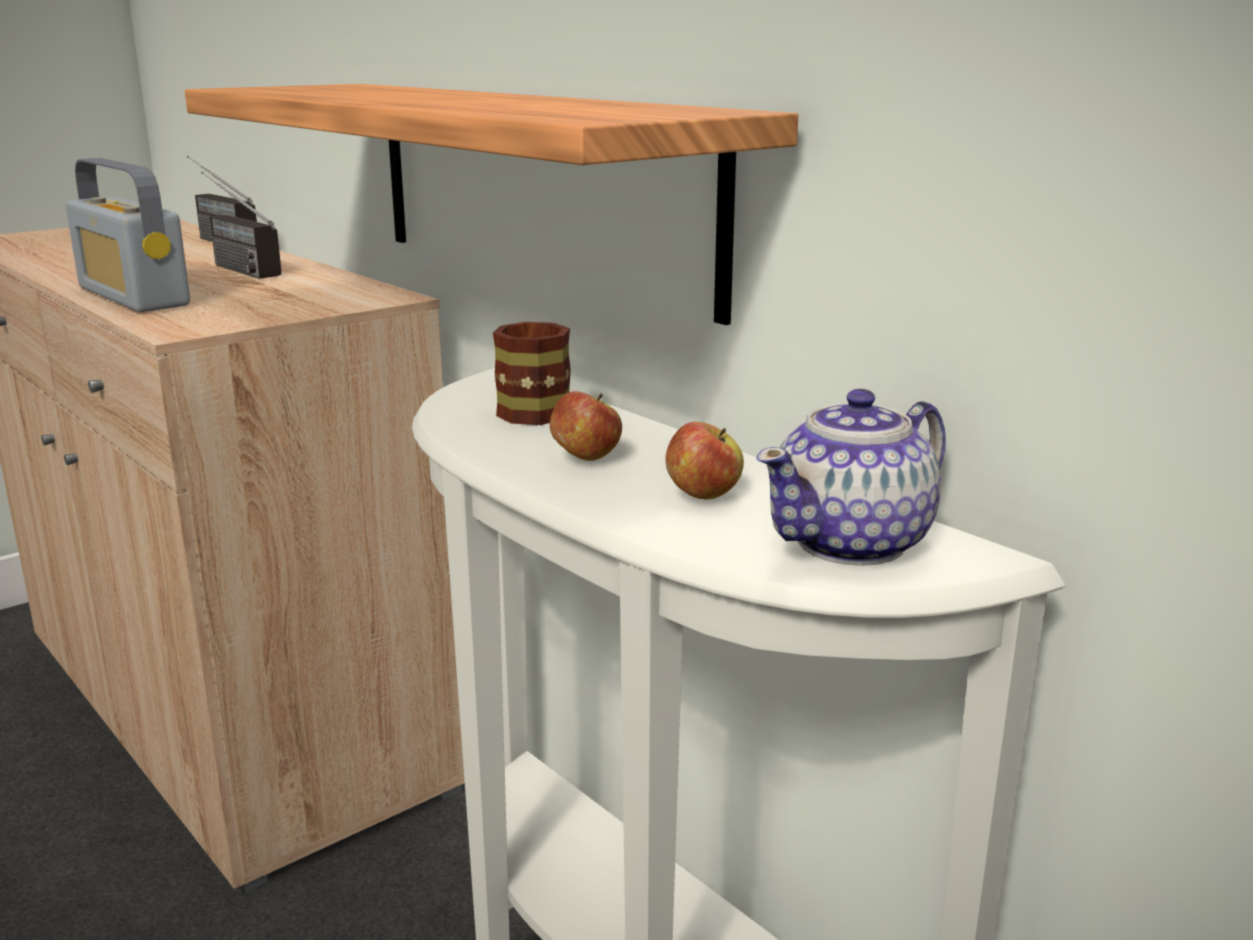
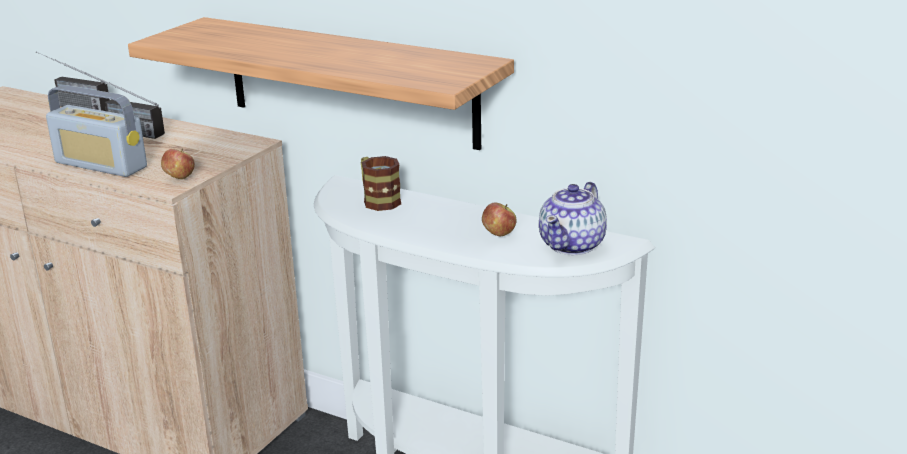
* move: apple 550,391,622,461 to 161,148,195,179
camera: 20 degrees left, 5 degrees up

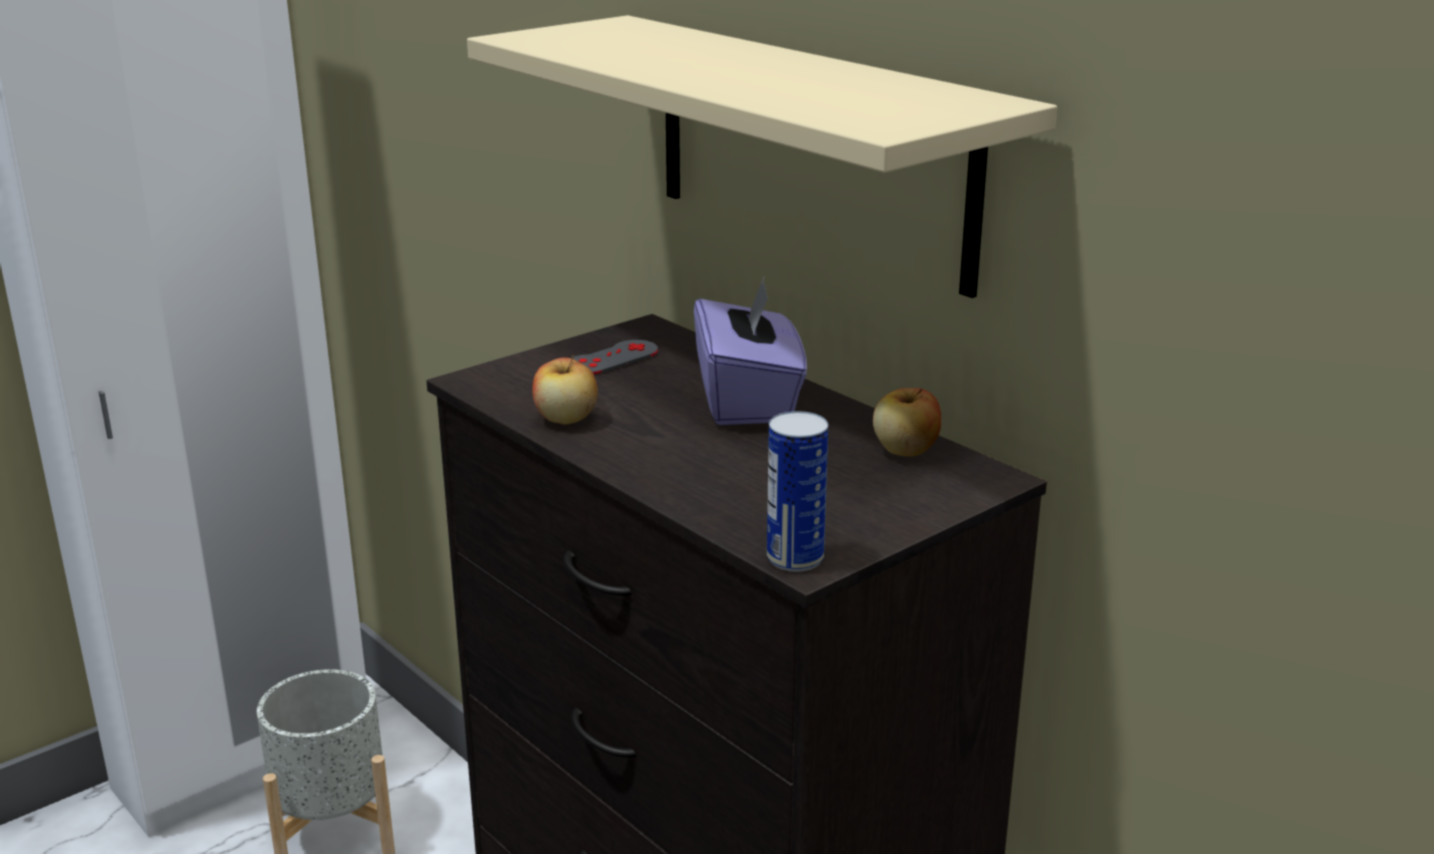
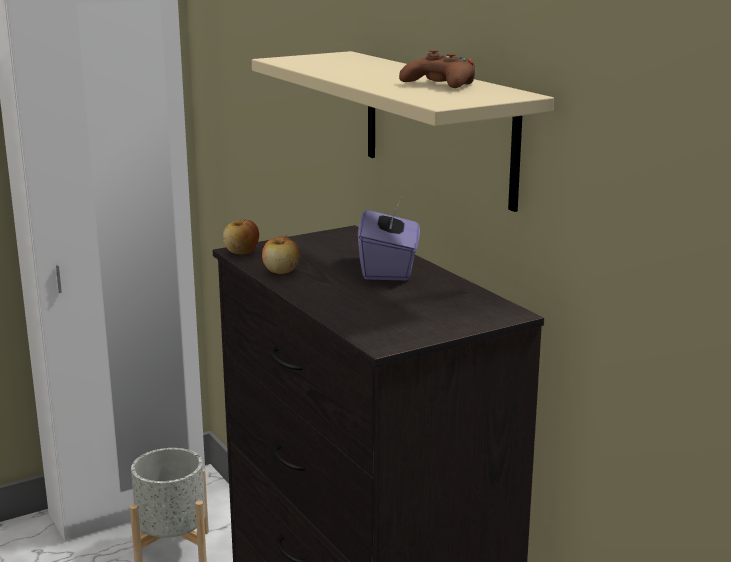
* delete: game controller (grey) 573,340,658,375
* delete: can 767,411,828,572
* move: apple 873,388,941,457 to 223,219,259,255
* insert: game controller (brown) 399,50,475,88
camera: 10 degrees right, 5 degrees down

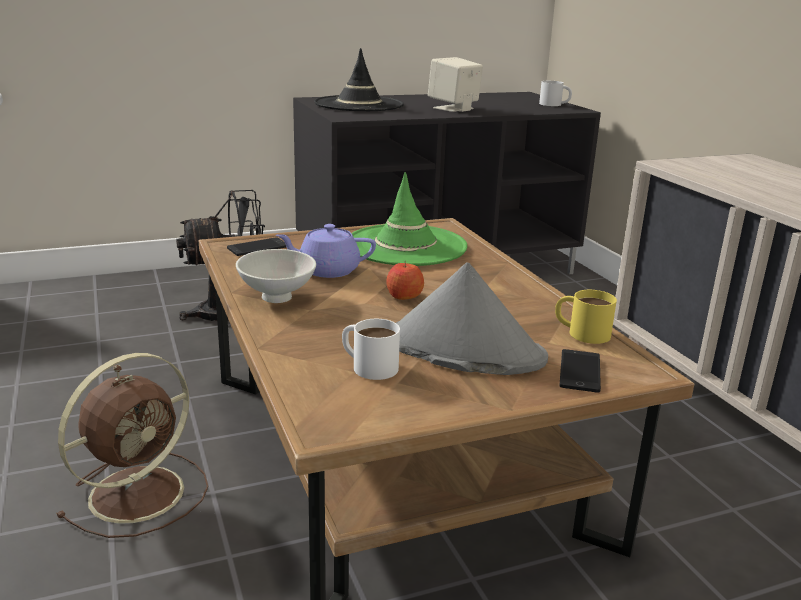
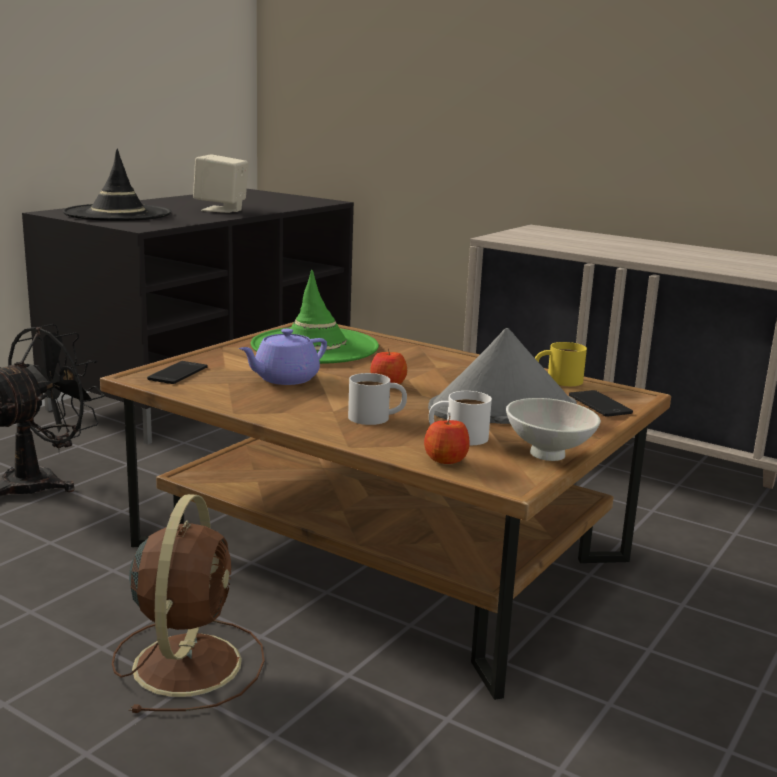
* move: bowl (white-coloured) 236,249,316,303 to 506,398,601,461
* move: coffee mug (white-coloured) 539,81,572,106 to 348,373,407,425
* insert: apple 424,416,470,464
camera: 35 degrees left, 5 degrees down

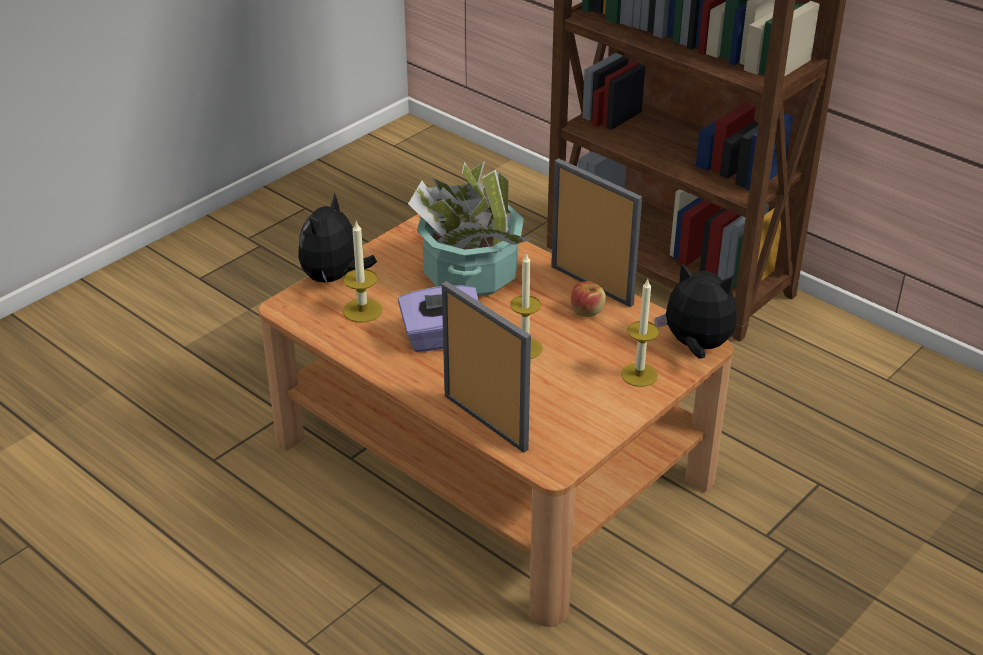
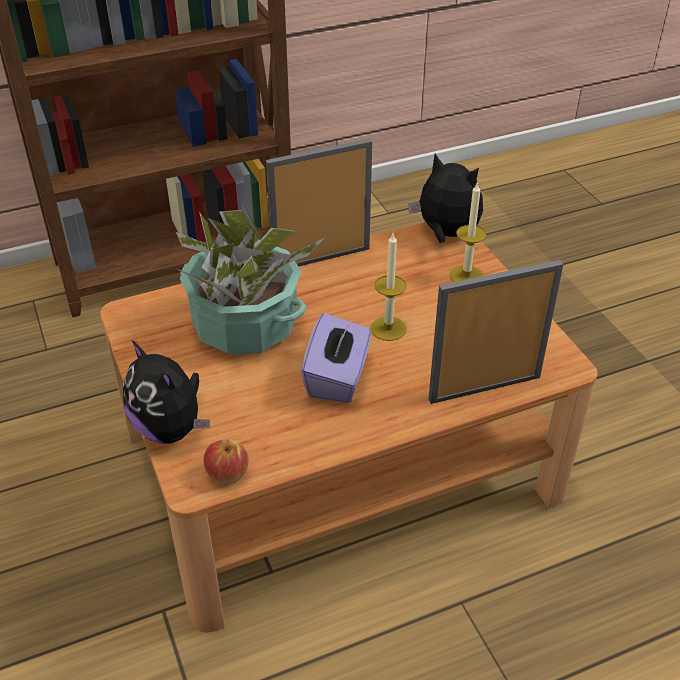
* delete: candle 343,220,382,323
* move: apple 571,281,606,317 to 203,439,249,485
* rotate: cuddly toy 654,262,737,359 = 408,153,483,243 75 degrees clockwise
camera: 65 degrees left, 5 degrees up

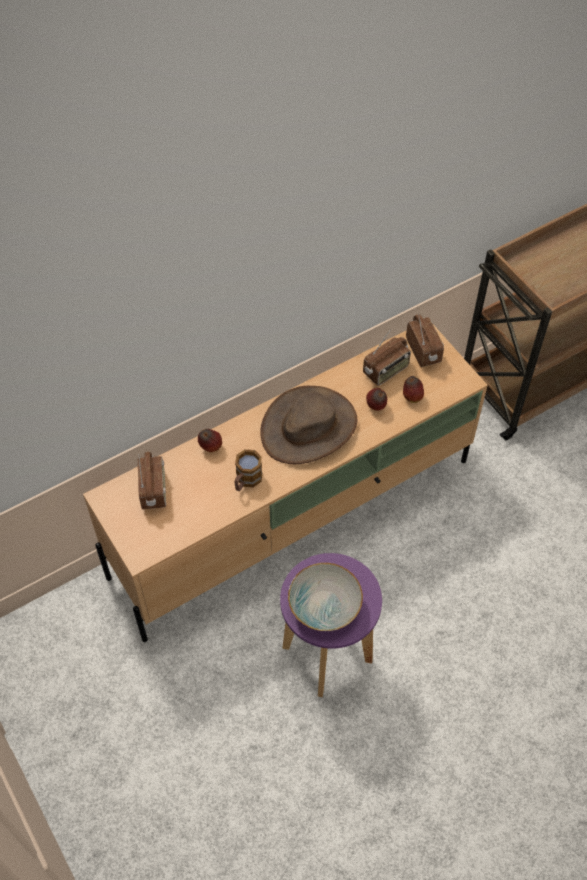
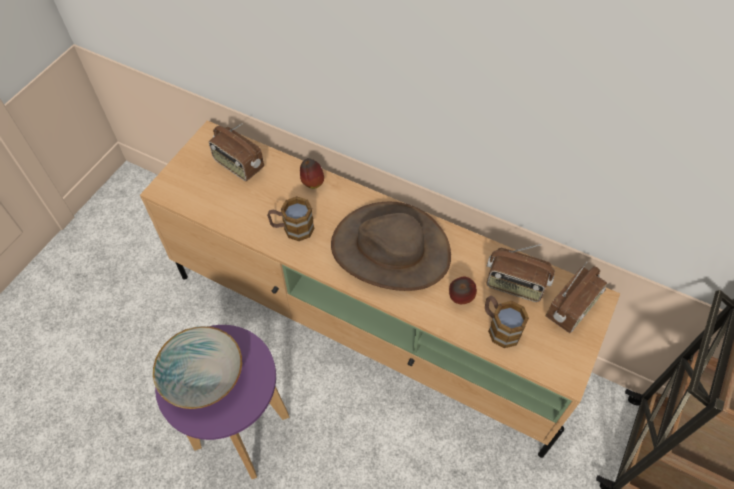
* rotate: radio 138,452,166,509 = 209,123,264,181 75 degrees clockwise
* replace: apple 403,376,424,403 to coffee mug 485,296,529,348
camera: 60 degrees right, 0 degrees up

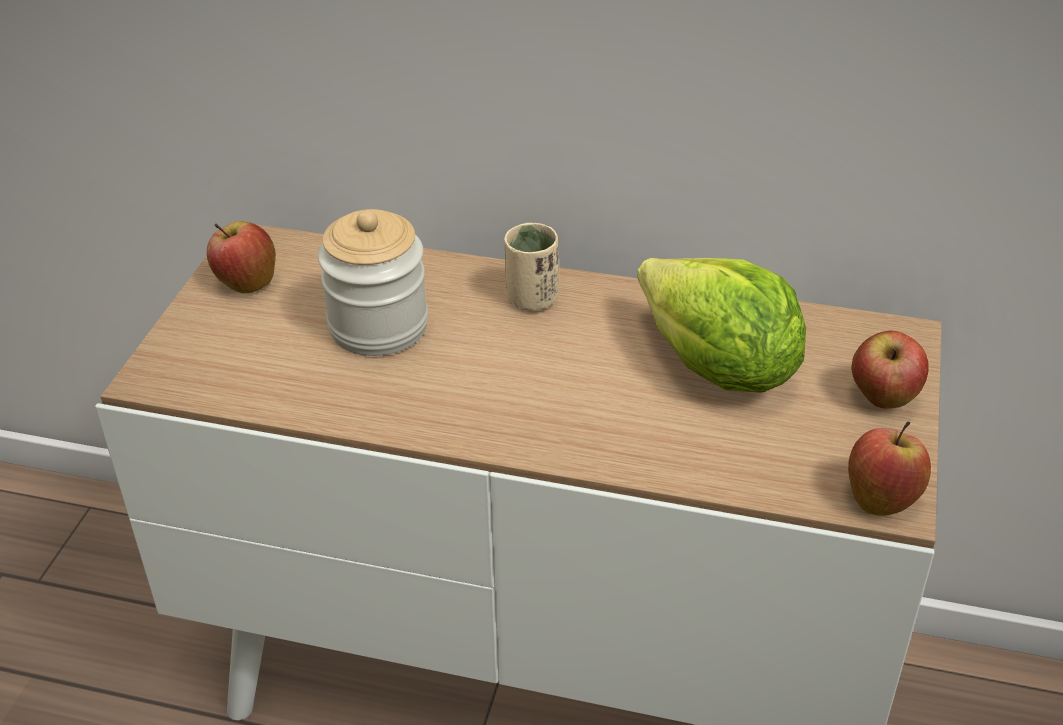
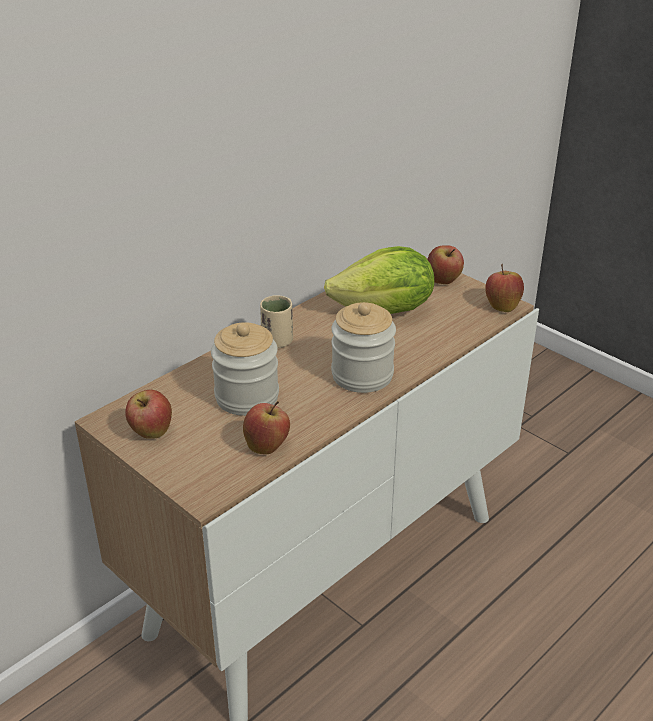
* insert: apple 243,401,290,454
* insert: preserve jar 331,302,396,393
camera: 60 degrees left, 5 degrees down

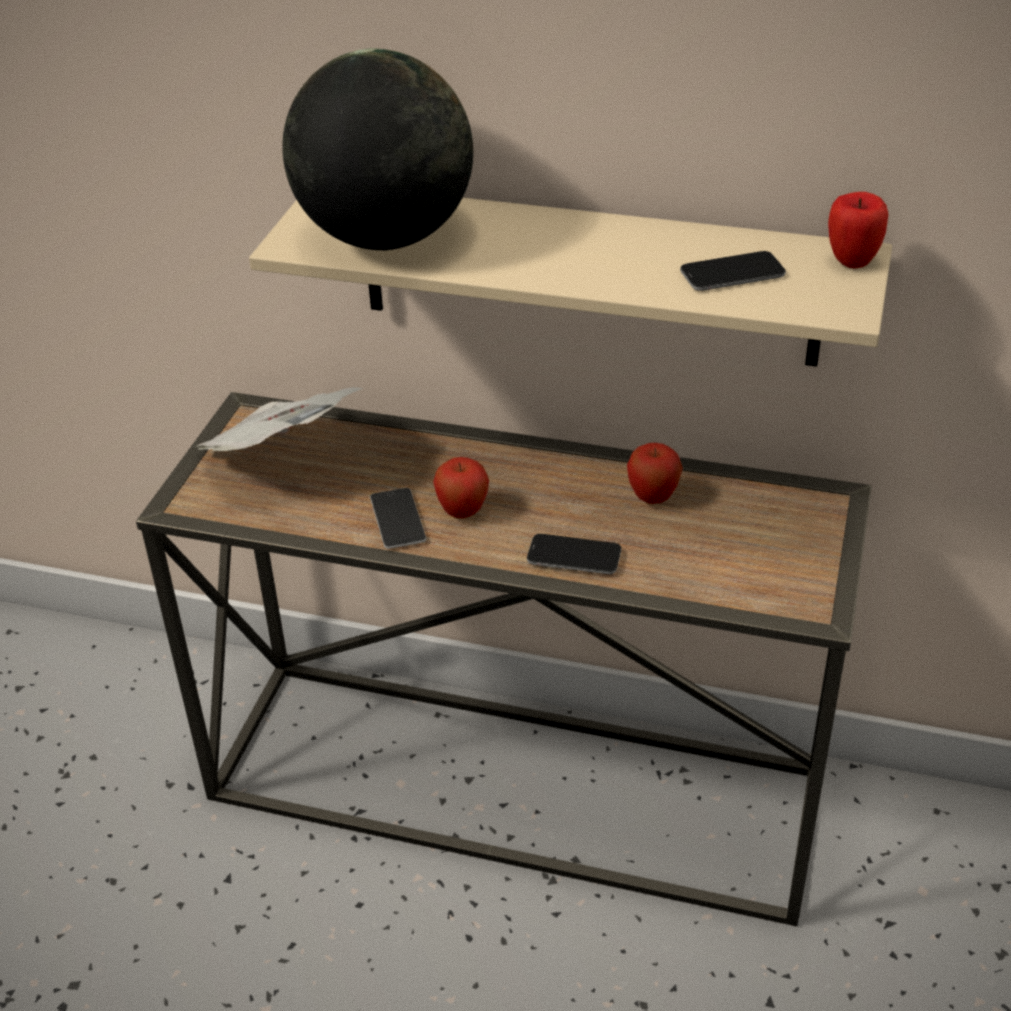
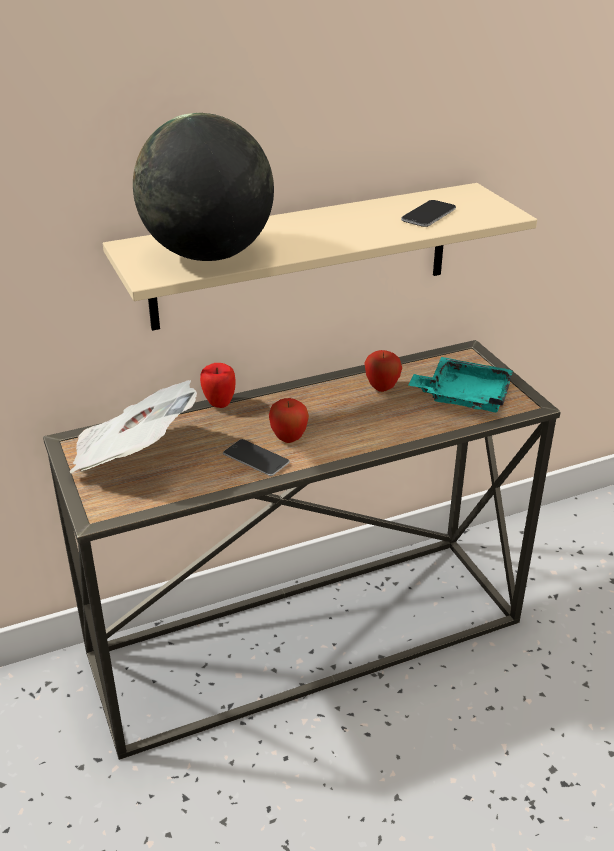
* delete: handset 527,534,621,574
* move: apple 828,192,888,269 to 200,363,235,408
* insert: tray (blue-green) 409,357,513,412
camera: 40 degrees left, 5 degrees down

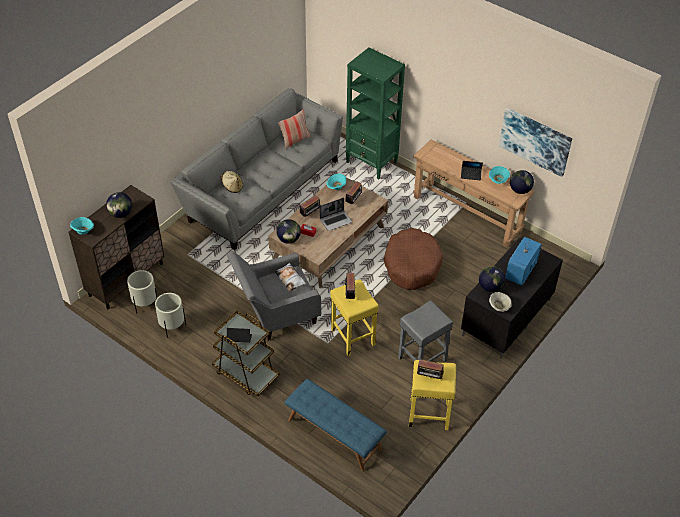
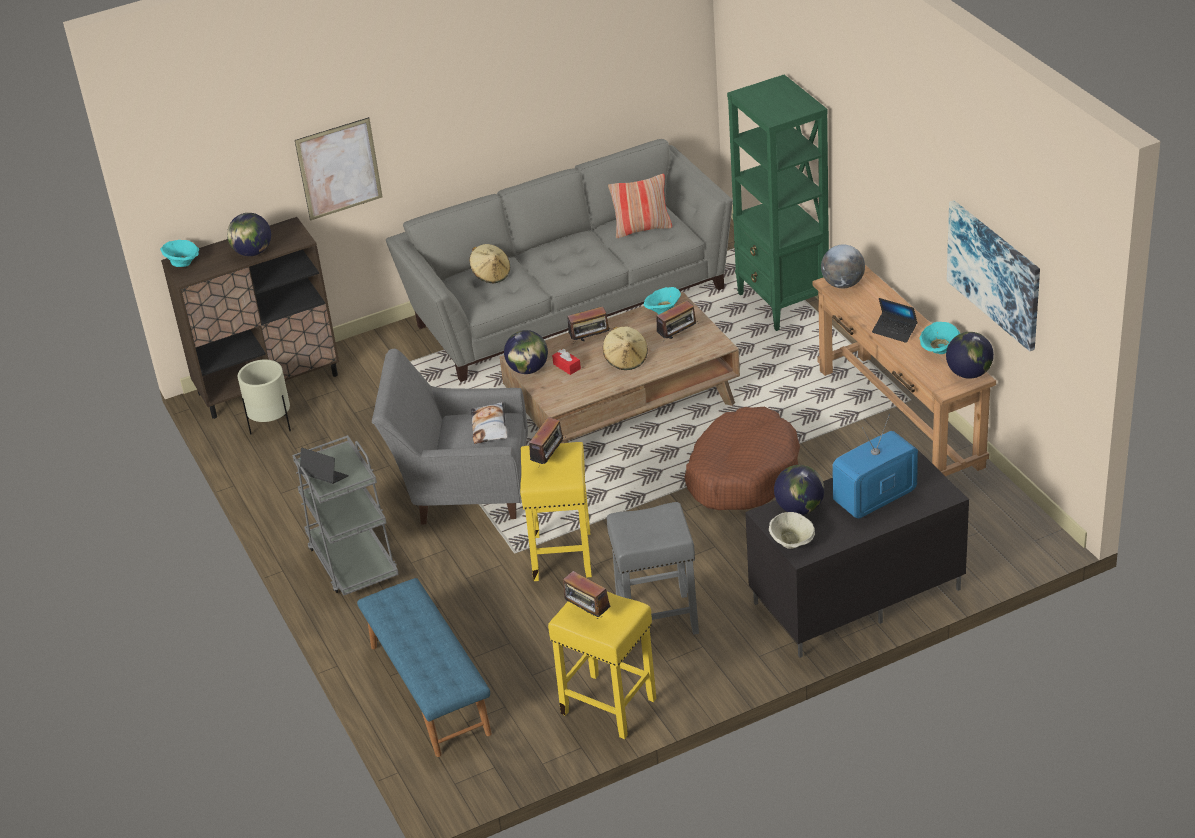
* delete: flower pot (sand-coloured) 155,293,186,338
* recolor: trolley (brown) 212,311,279,396 to trolley (grey) 292,435,399,596
* replace: portable computer 320,198,352,231 to hat (sand-coloured) 603,326,648,370
* insert: wall art 295,117,382,221
* insert: desk globe 821,245,865,288
camera: 30 degrees right, 10 degrees down

